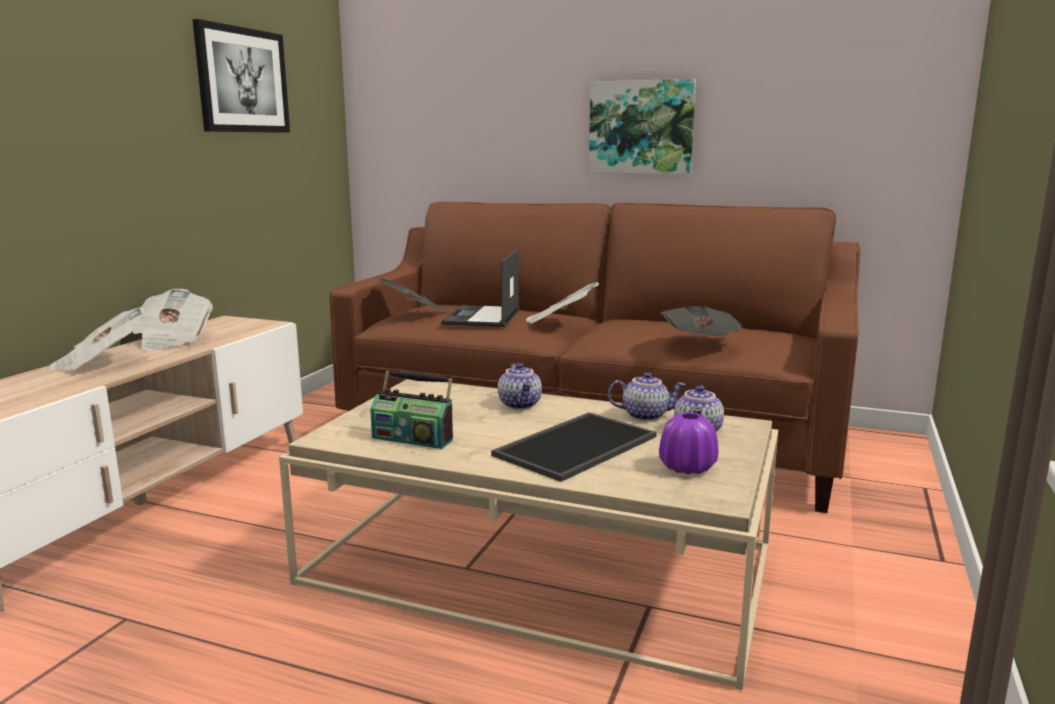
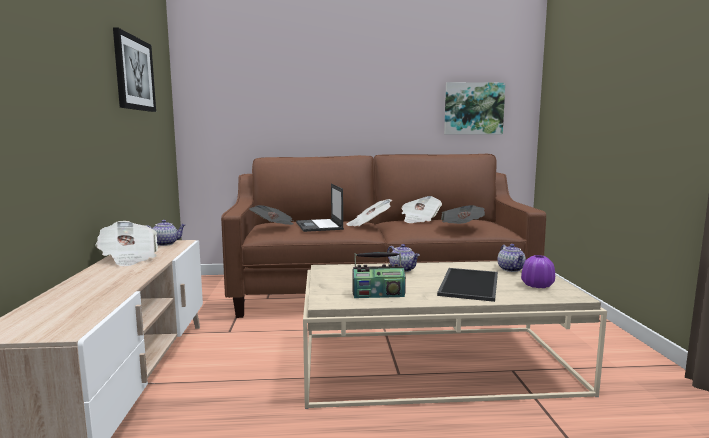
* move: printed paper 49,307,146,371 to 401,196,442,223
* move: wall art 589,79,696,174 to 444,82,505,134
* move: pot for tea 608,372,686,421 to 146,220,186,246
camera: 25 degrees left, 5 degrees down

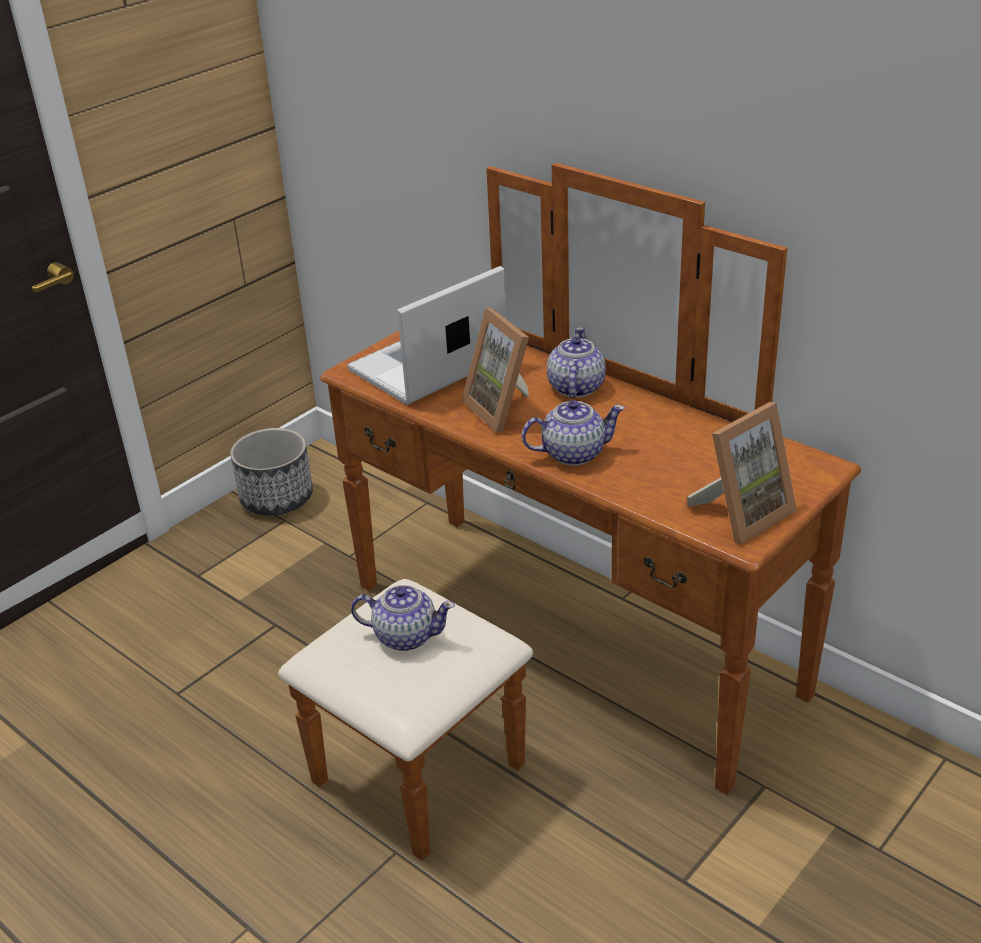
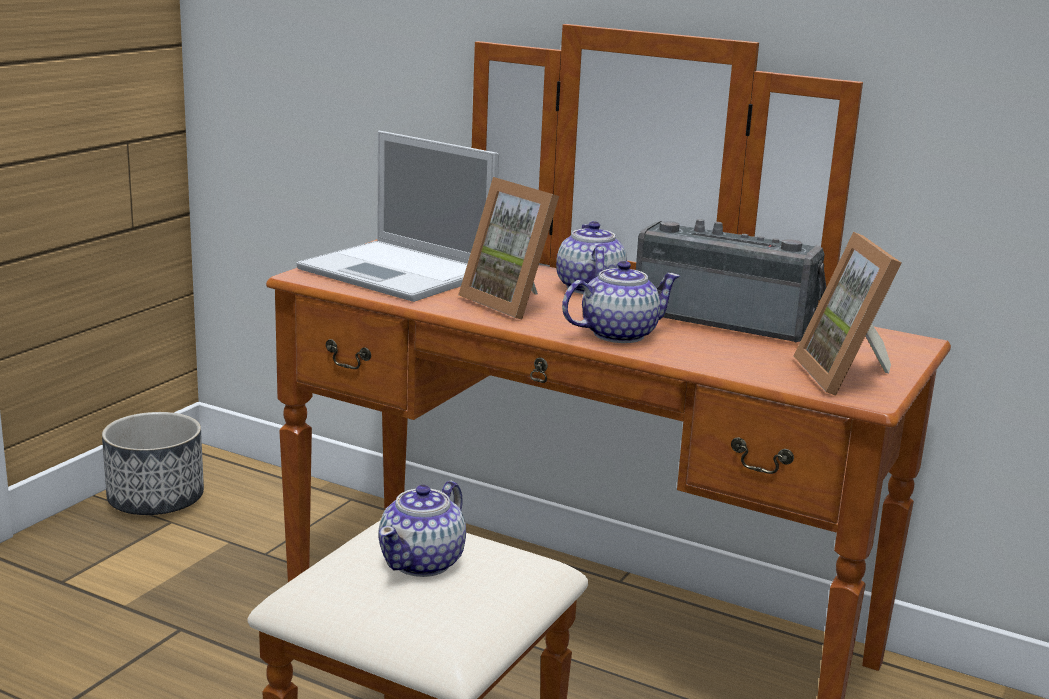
* rotate: portable computer 347,266,507,405 = 296,131,499,302 90 degrees counterclockwise
* rotate: pot for tea 351,585,455,651 = 378,480,466,577 120 degrees clockwise
* rotate: standing frame 687,402,797,544 = 794,232,902,396 135 degrees clockwise
* insert: radio 636,219,826,342
camera: 15 degrees left, 15 degrees down

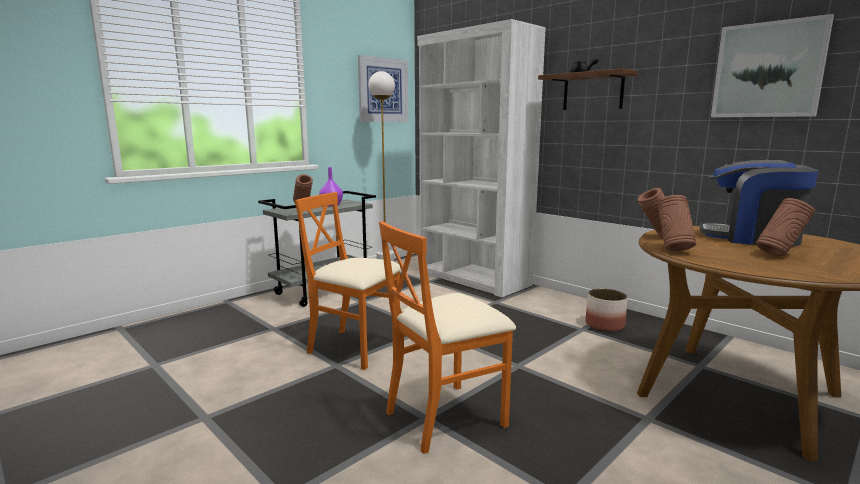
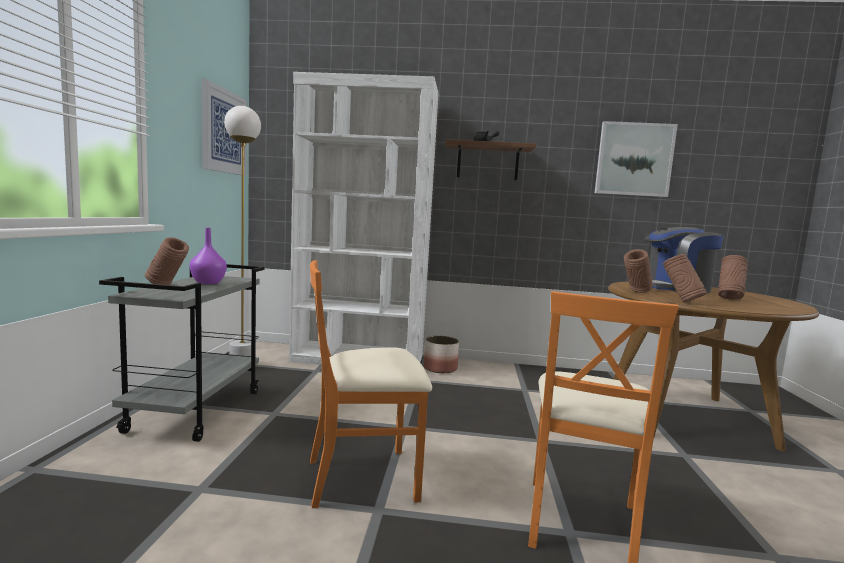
* move: flower pot 586,288,628,332 to 424,336,459,373
camera: 40 degrees left, 5 degrees down

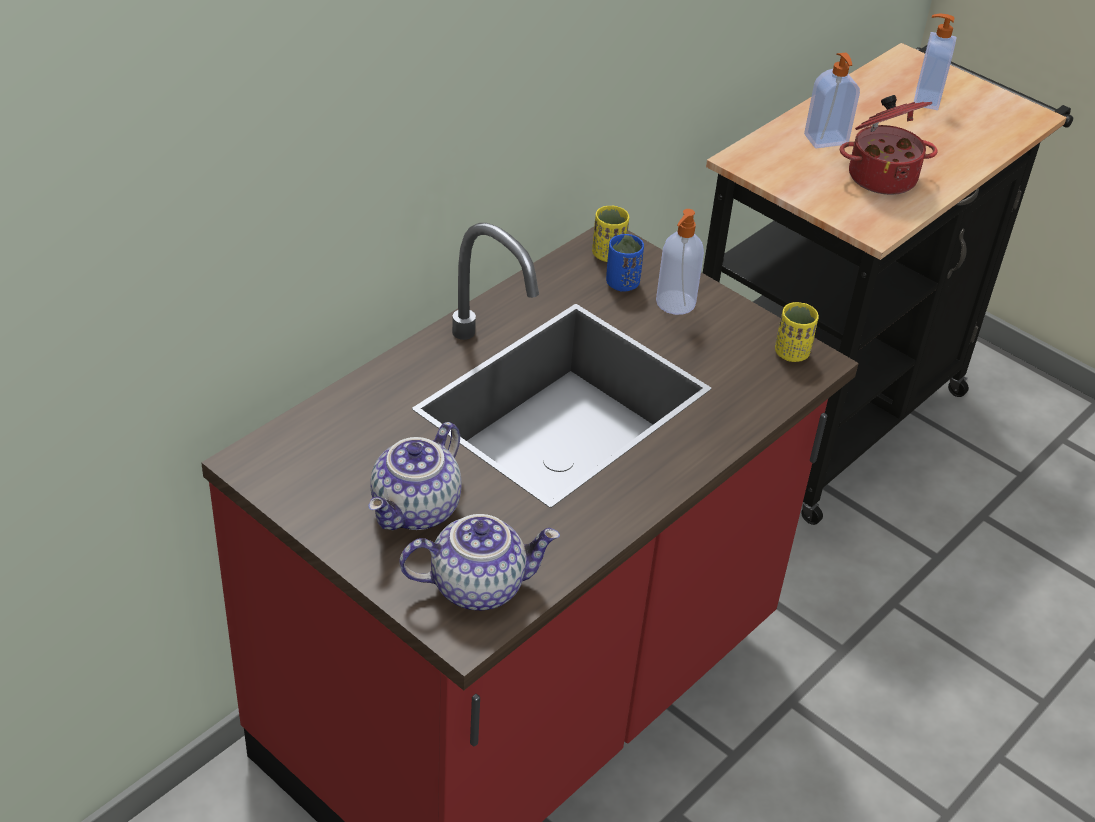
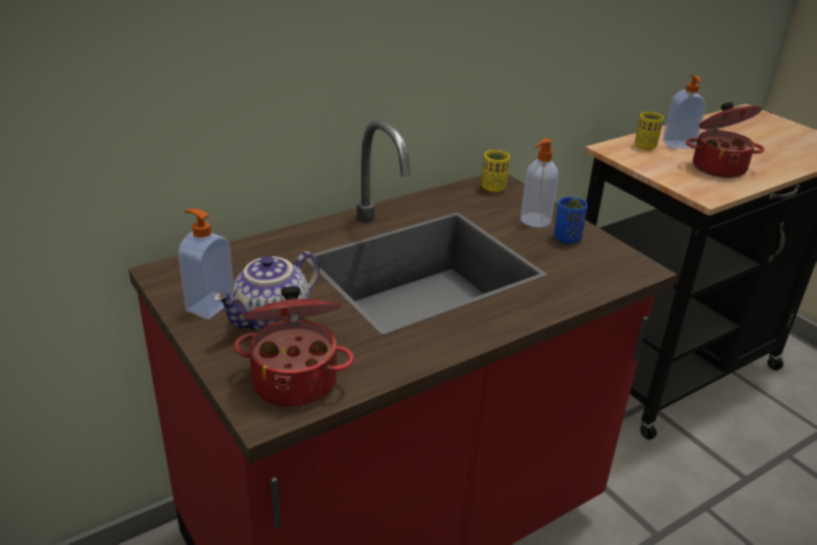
* replace: pot for tea 399,514,560,610 to stockpot 234,286,354,408
* move: cup (blue-coloured) 606,234,644,292 to 554,197,588,244
* move: cup (yellowish) 775,302,819,362 to 635,112,664,150
* move: soap dispenser 914,13,956,110 to 178,208,234,320
camera: 15 degrees right, 10 degrees down

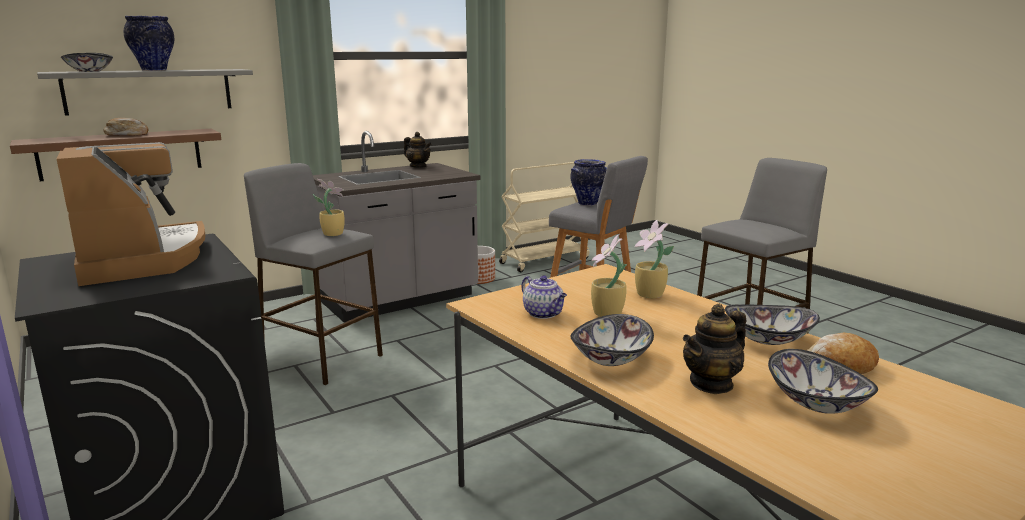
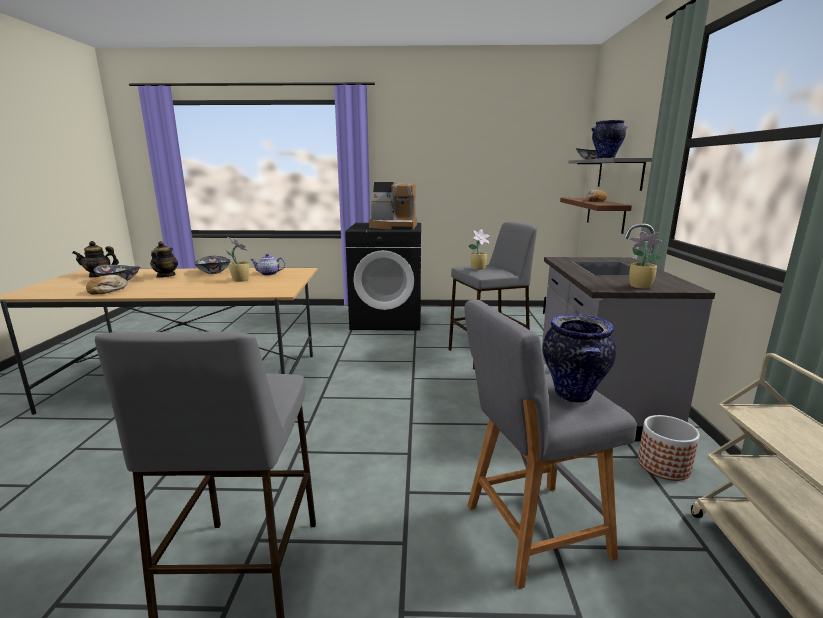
* move: pot for tea 404,132,432,168 to 72,241,119,277
* move: potted plant 634,220,674,298 to 629,231,663,289
* delete: bowl 725,304,820,345
camera: 125 degrees right, 0 degrees up

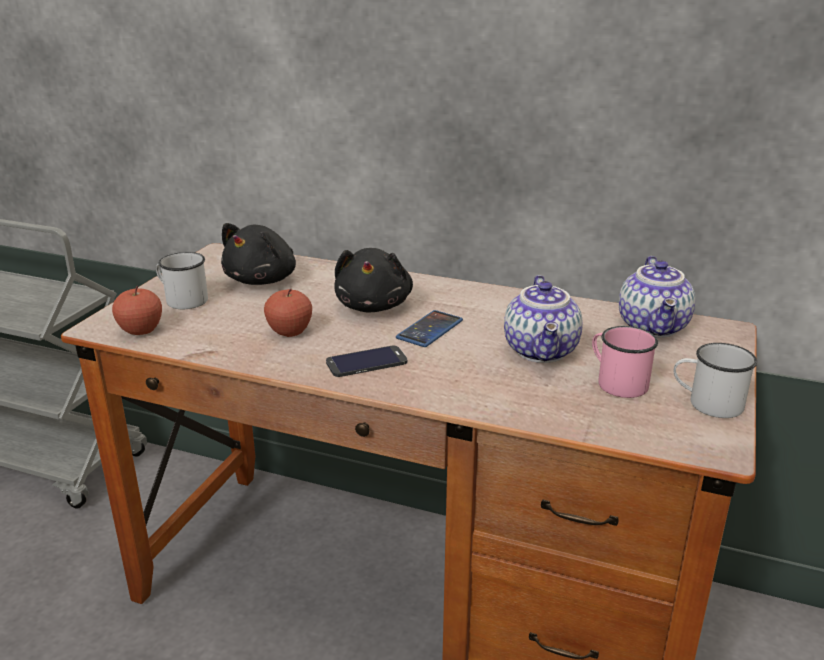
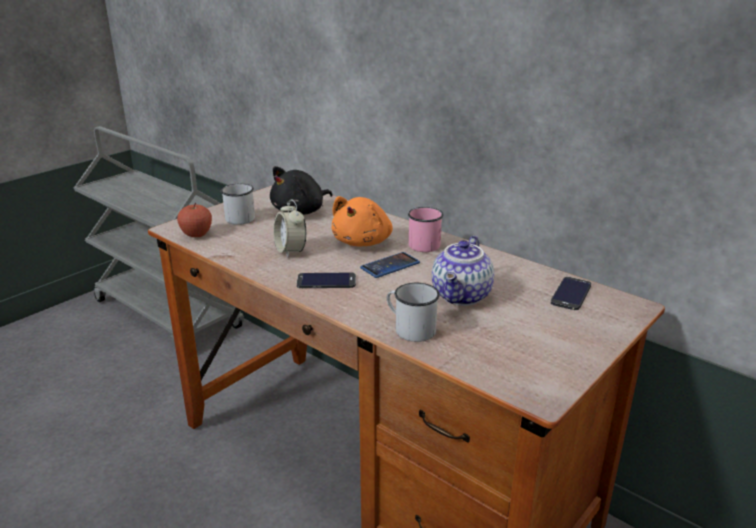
* replace: apple 264,289,312,337 to bedside clock 273,199,306,257
* recolor: cuddly toy (black-coloured) 334,248,413,312 to cuddly toy (orangey) 331,196,393,246
* move: coffee mug (pink) 592,326,658,398 to 408,207,443,252
* replace: pot for tea 619,256,695,338 to handset 551,277,591,310
* move: coffee mug (white-coloured) 674,343,757,418 to 387,283,440,342
camera: 20 degrees right, 0 degrees up

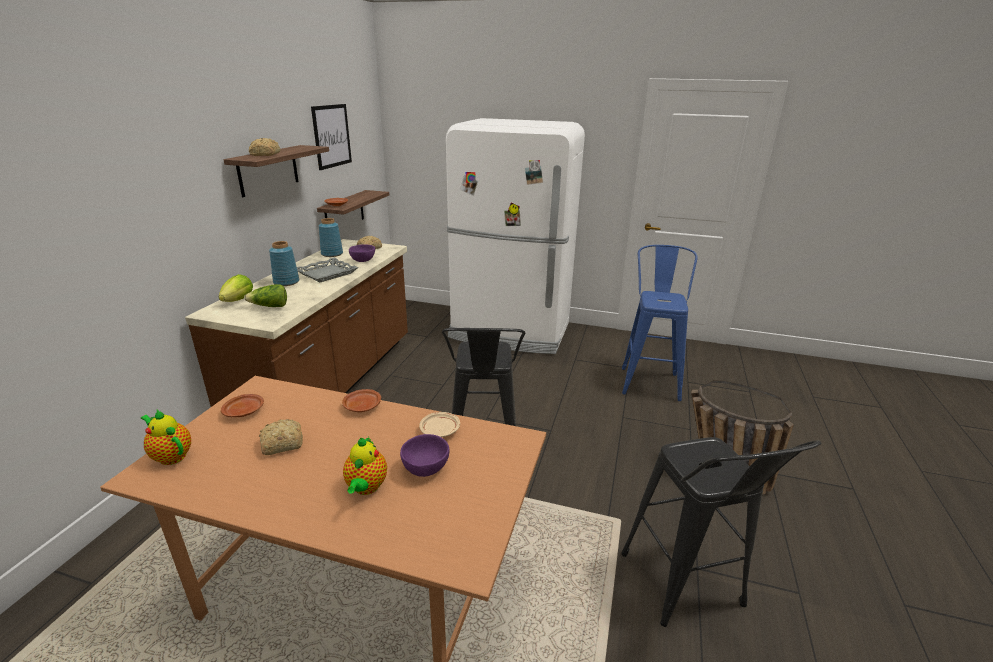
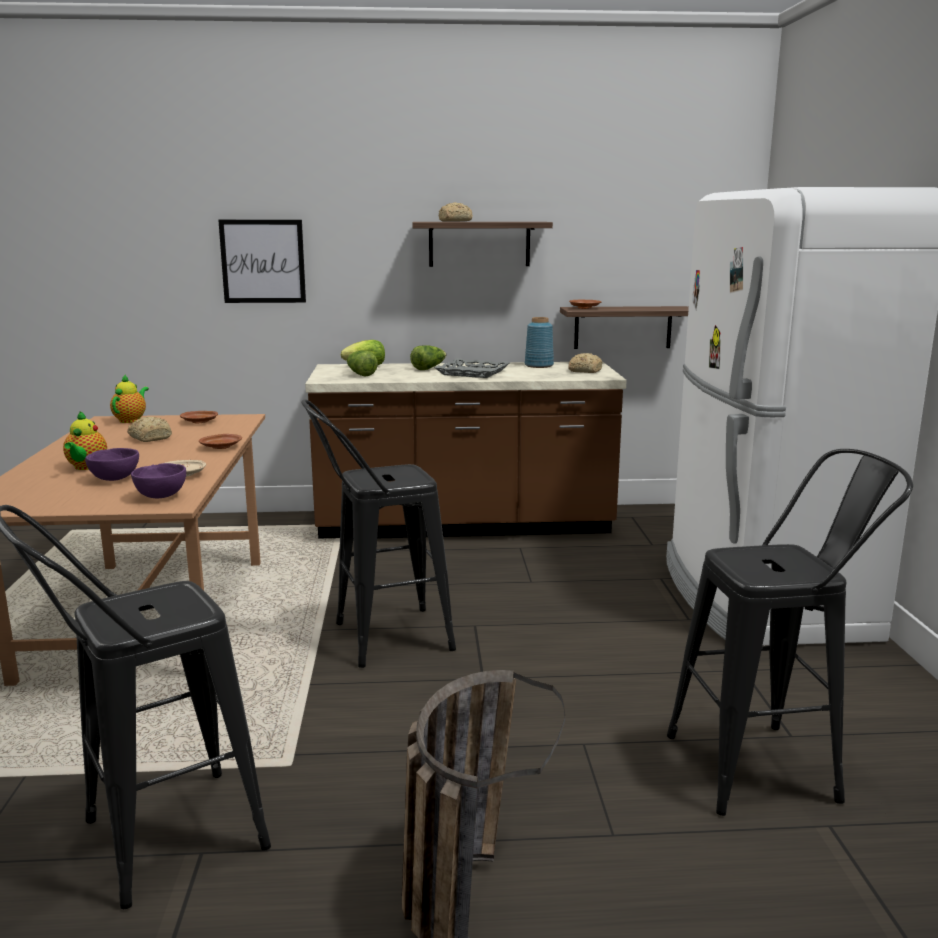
* replace: decorative vase (blue-coloured) 269,241,299,286 to head of lettuce 410,345,447,370
* move: wall art 311,104,352,170 to 218,220,306,303
* rotate: pot for tea 343,437,387,495 = 63,411,107,470 75 degrees counterclockwise
* move: bowl (purple-coloured) 349,245,375,262 to 131,463,186,498
* recolor: stool seat (blue-coloured) 622,245,698,401 to stool seat (black-coloured) 667,449,913,816
camera: 70 degrees right, 10 degrees down

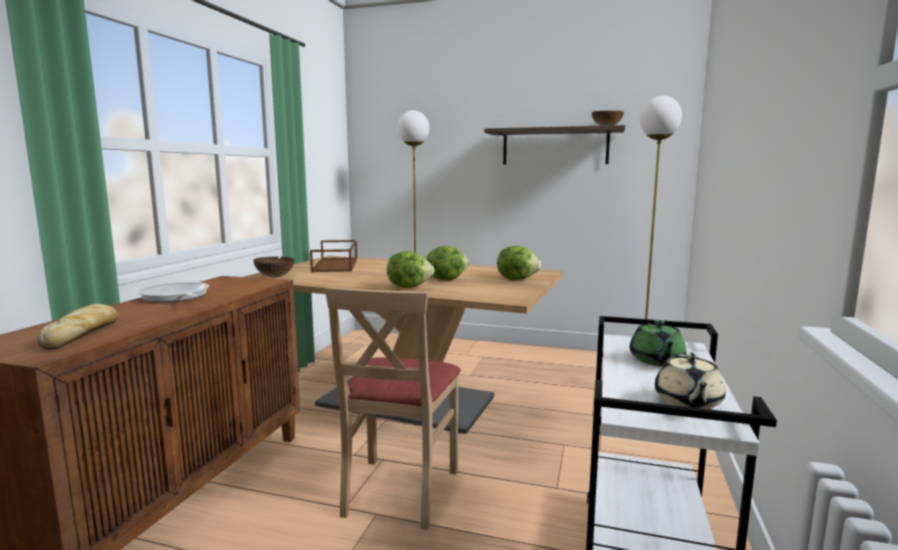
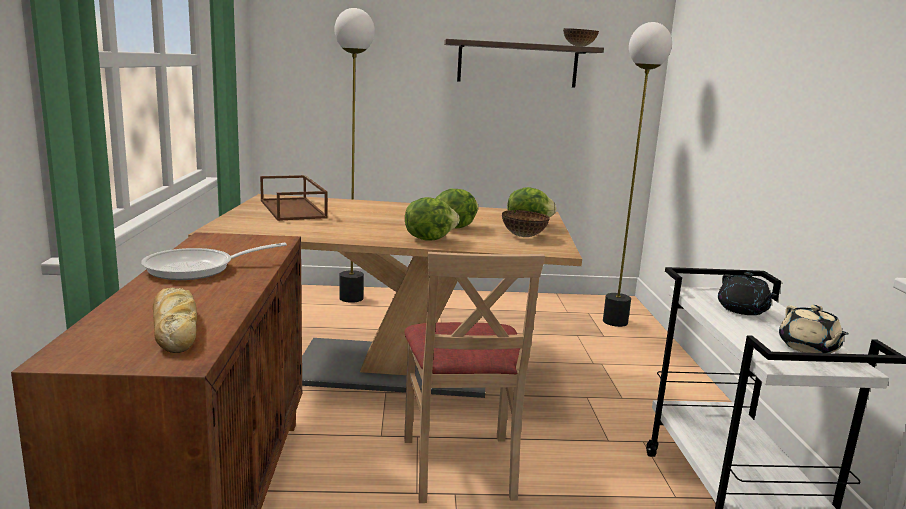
* rotate: pan 138,282,210,303 = 141,243,287,280 60 degrees counterclockwise
* move: bowl 253,257,295,277 to 502,210,550,237
* recolor: pot for tea (green-coloured) 630,320,686,366 to pot for tea (black-coloured) 718,272,776,315
camera: 20 degrees left, 5 degrees up

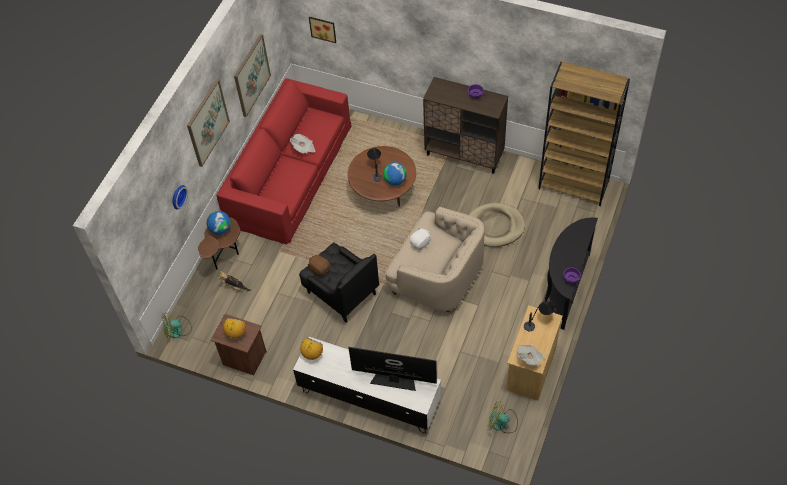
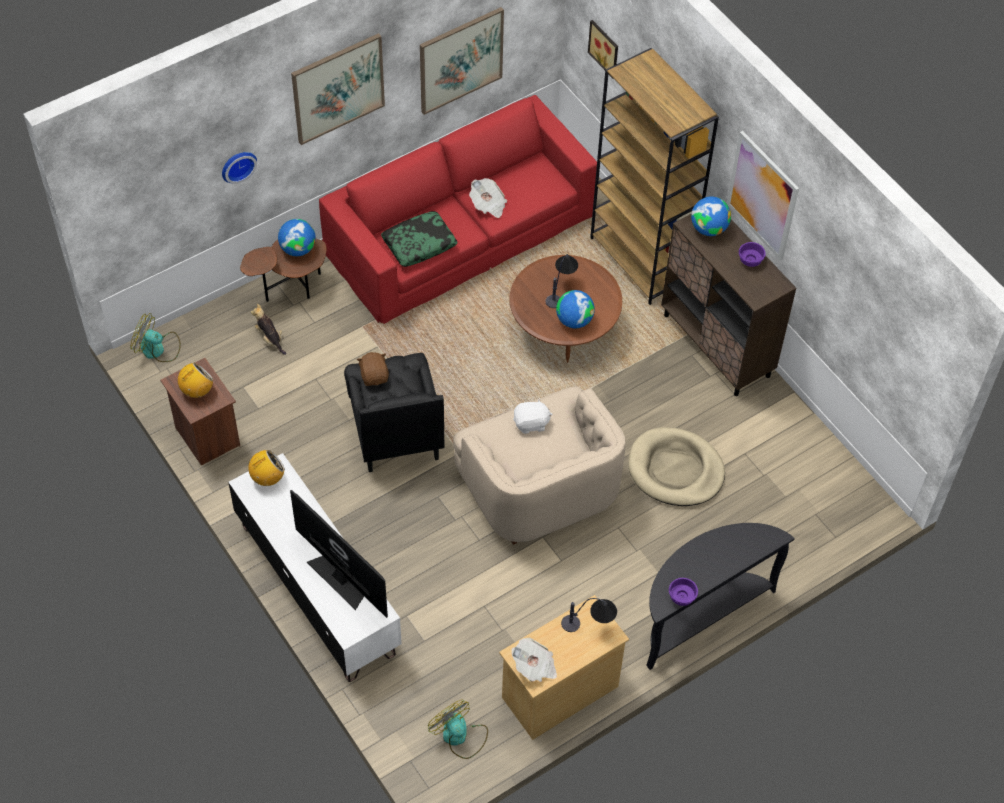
* move: bookshelf (brown) 538,62,630,206 to 590,48,719,305
* insert: pillow 381,211,457,267
* insert: desk globe 691,196,731,236
* insert: wall art 727,131,799,261
camera: 30 degrees right, 0 degrees up

